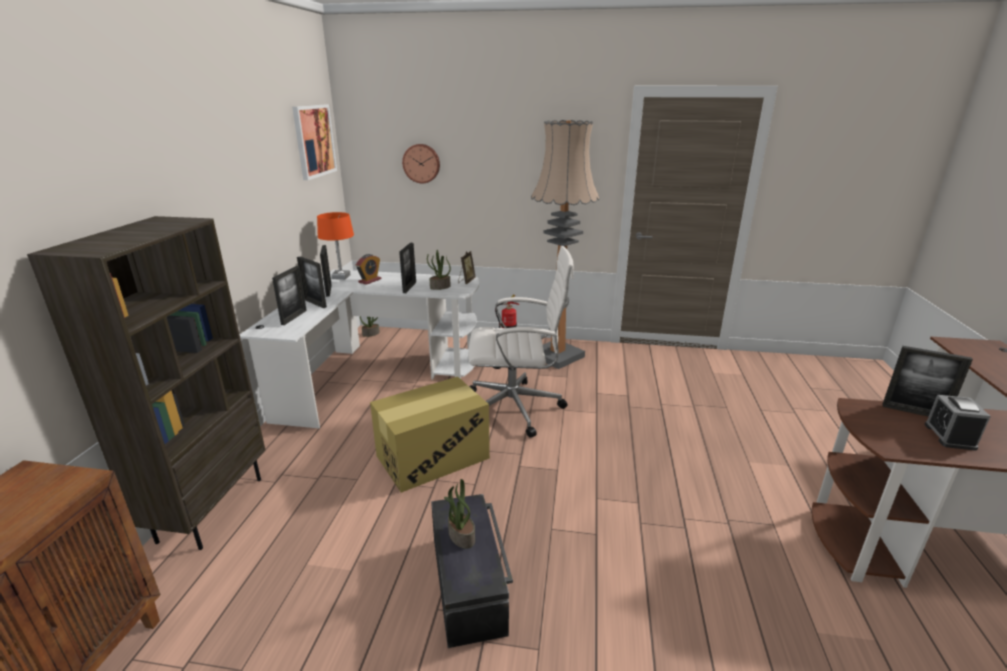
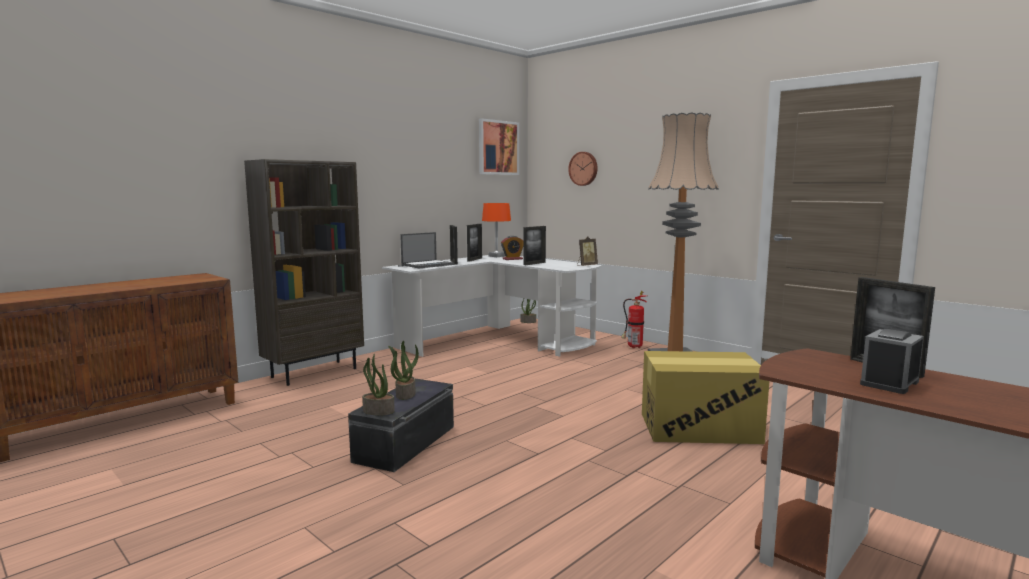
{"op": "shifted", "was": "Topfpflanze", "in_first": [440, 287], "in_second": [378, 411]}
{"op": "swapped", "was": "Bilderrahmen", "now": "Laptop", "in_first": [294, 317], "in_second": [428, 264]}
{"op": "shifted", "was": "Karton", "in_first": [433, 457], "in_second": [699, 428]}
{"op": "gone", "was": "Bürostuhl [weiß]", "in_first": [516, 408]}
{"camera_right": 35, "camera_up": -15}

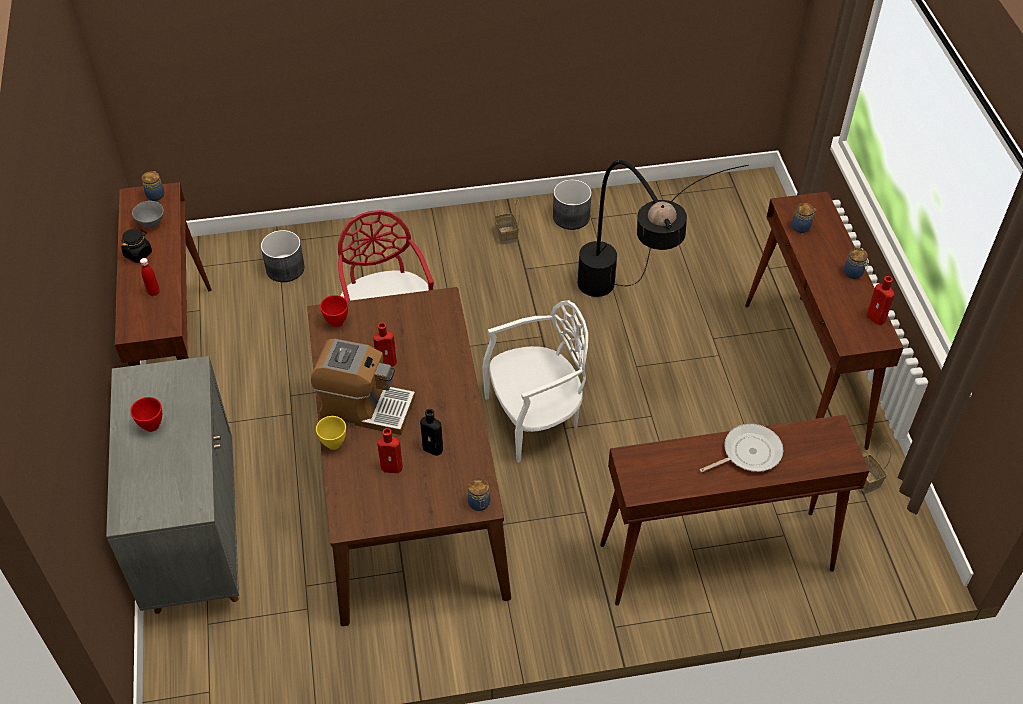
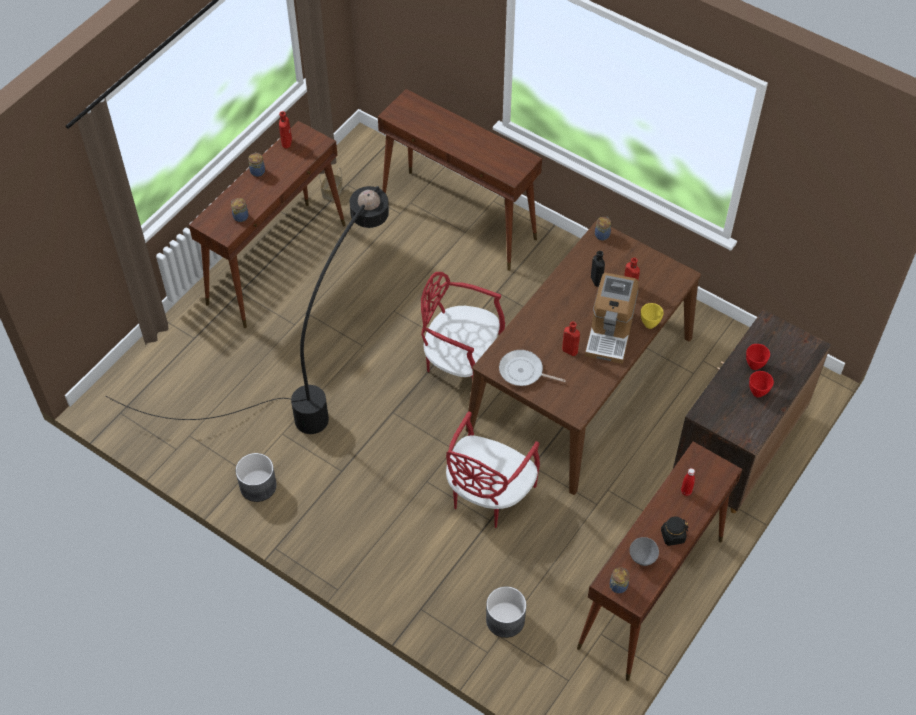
{"op": "repainted", "was": "Stuhl [weiß]", "now": "Stuhl [rot]", "in_first": [535, 418], "in_second": [461, 363]}
{"op": "shifted", "was": "Pfanne", "in_first": [748, 453], "in_second": [523, 372]}
{"op": "rotated", "was": "Kaffeemaschine", "in_first": [365, 407], "in_second": [610, 332], "clockwise": -135}
{"op": "repainted", "was": "Schrank [grau]", "now": "Schrank [braun]", "in_first": [195, 536], "in_second": [736, 453]}
{"op": "shifted", "was": "Schüssel [rot]", "in_first": [337, 322], "in_second": [753, 365]}
{"op": "gone", "was": "Korb", "in_first": [507, 235]}
{"camera_right": -135, "camera_up": 5}

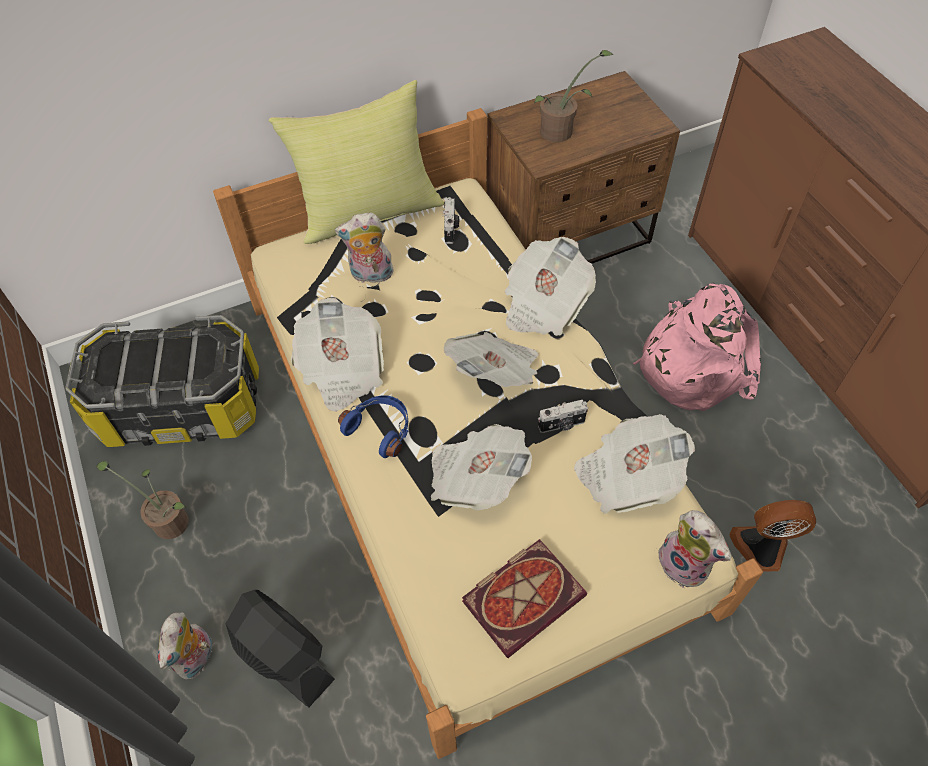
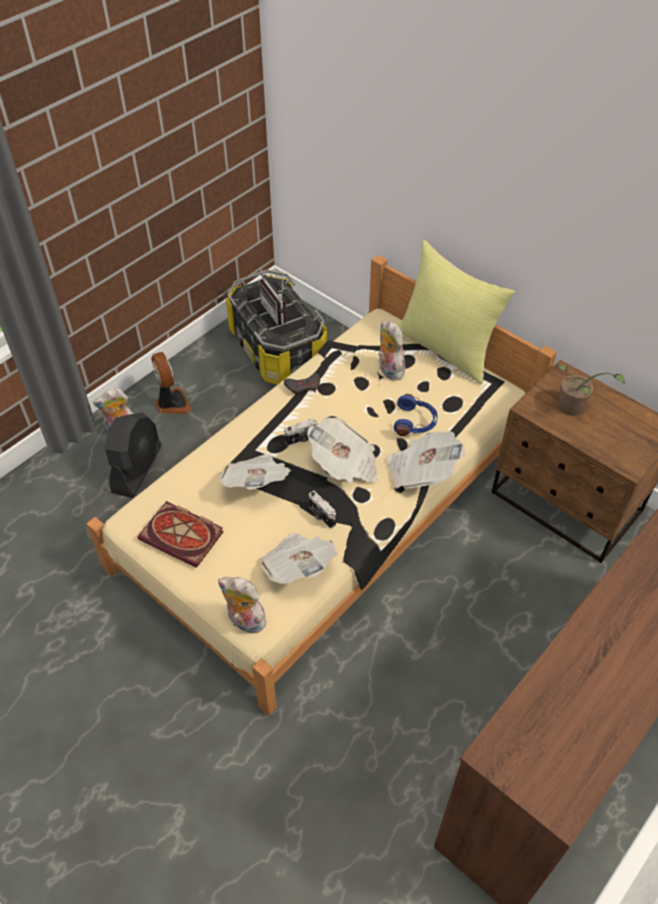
{"op": "shifted", "was": "Ventilator", "in_first": [761, 549], "in_second": [171, 403]}
{"op": "rotated", "was": "Plüschtier", "in_first": [686, 564], "in_second": [244, 621], "clockwise": 90}
{"op": "new", "now": "Radio", "in_second": [278, 312]}
{"op": "swapped", "was": "Zeitung", "now": "Gamepad [grau]", "in_first": [341, 370], "in_second": [303, 386]}
{"op": "shifted", "was": "Kamera", "in_first": [451, 229], "in_second": [301, 439]}
{"op": "shifted", "was": "Kopfhörer [blau]", "in_first": [380, 429], "in_second": [415, 422]}
{"op": "gone", "was": "Topfpflanze", "in_first": [167, 519]}
{"op": "gone", "was": "Rucksack [rosa]", "in_first": [692, 364]}
{"camera_right": 65, "camera_up": -5}

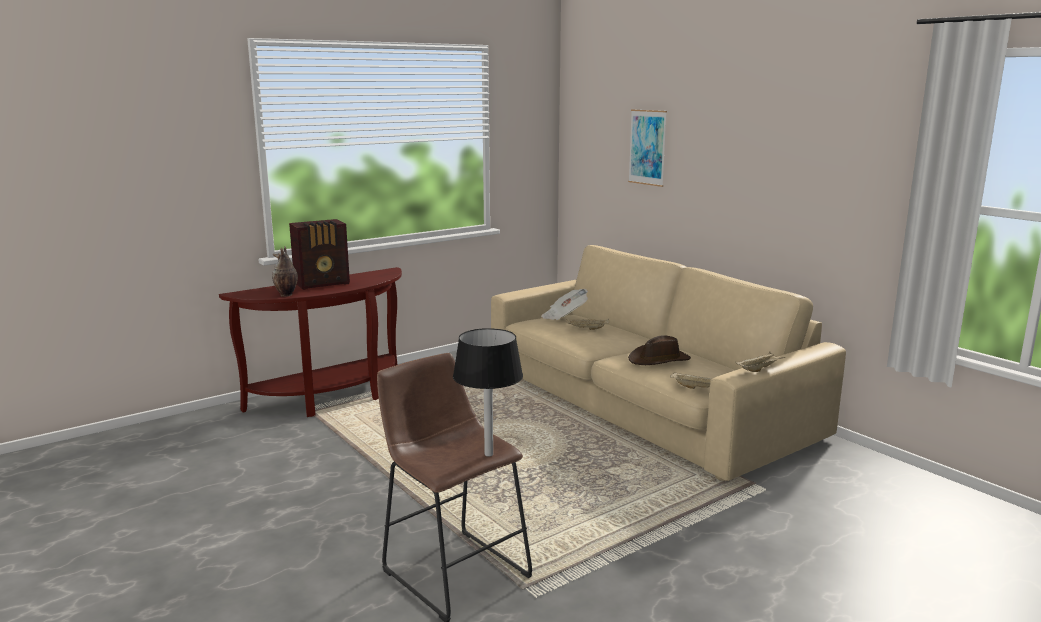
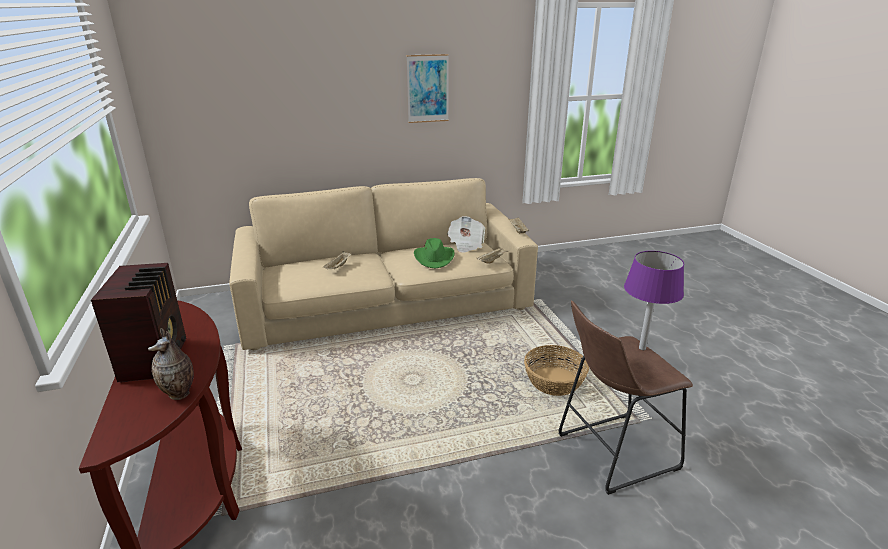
{"op": "shifted", "was": "Bild", "in_first": [647, 147], "in_second": [428, 88]}
{"op": "repainted", "was": "Hut [braun]", "now": "Hut [grün]", "in_first": [659, 360], "in_second": [434, 258]}
{"op": "shifted", "was": "Zeitung", "in_first": [564, 316], "in_second": [466, 244]}
{"op": "new", "now": "Korb", "in_second": [554, 381]}
{"op": "repainted", "was": "Tischlampe [schwarz]", "now": "Tischlampe [lila]", "in_first": [488, 454], "in_second": [642, 348]}
{"camera_right": -70, "camera_up": 10}

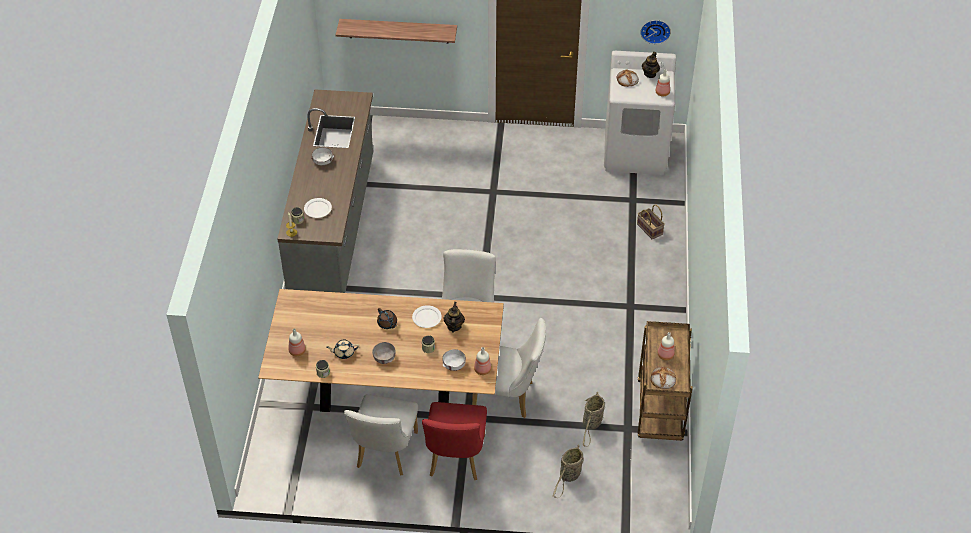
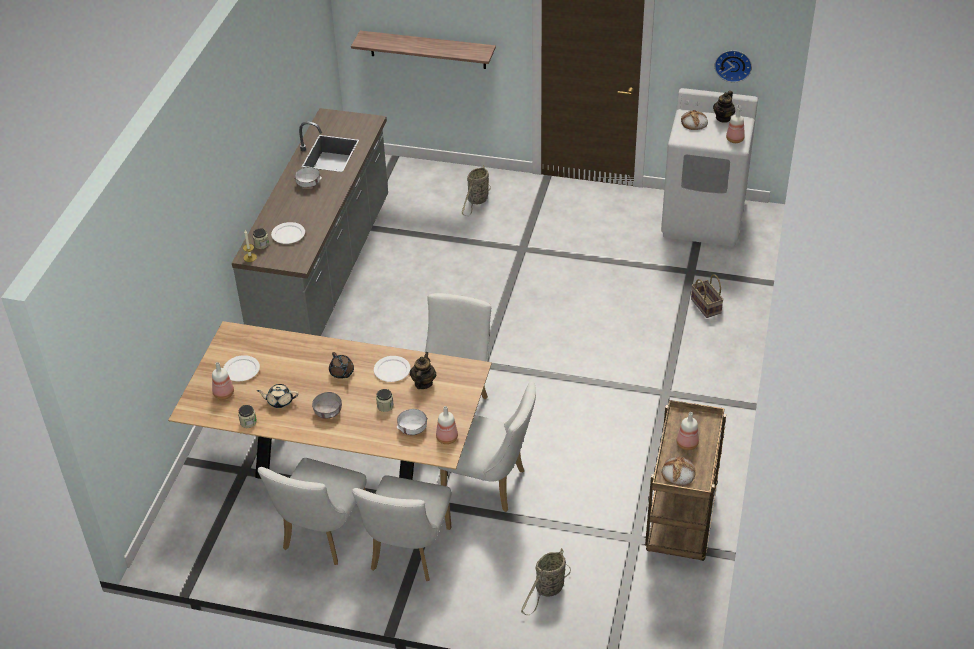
{"op": "new", "now": "Teller [weiß]", "in_second": [241, 370]}
{"op": "repainted", "was": "Stuhl [rot]", "now": "Stuhl [weiß]", "in_first": [455, 460], "in_second": [407, 554]}
{"op": "shifted", "was": "Korb", "in_first": [591, 424], "in_second": [477, 201]}
{"camera_right": 10, "camera_up": -5}

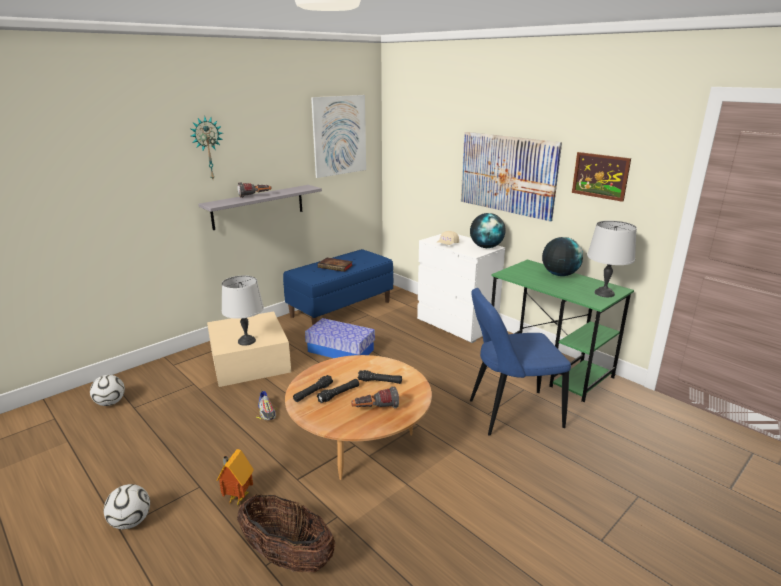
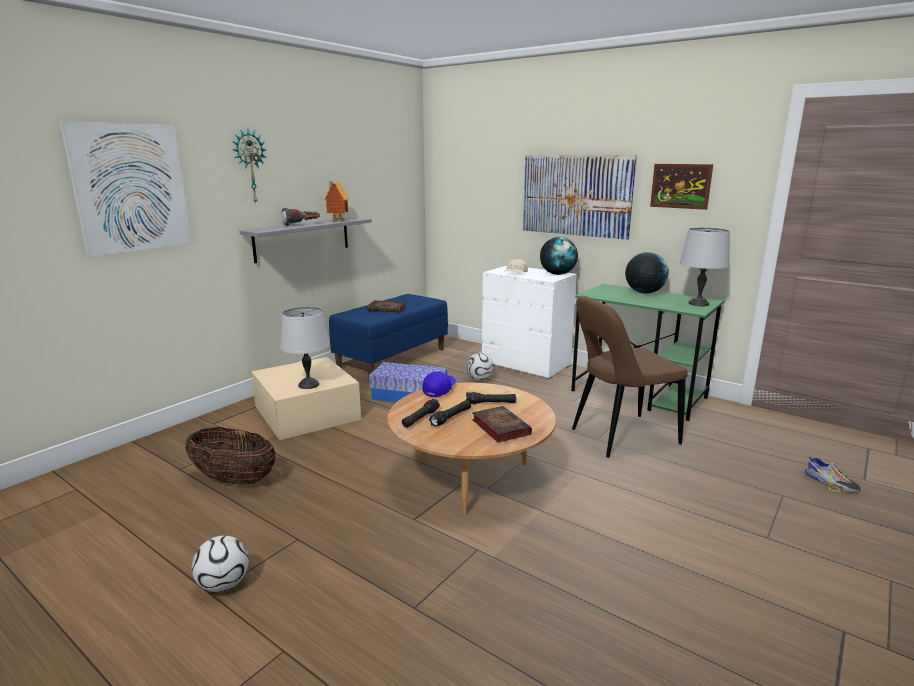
{"op": "shifted", "was": "Bild", "in_first": [339, 135], "in_second": [131, 188]}
{"op": "shifted", "was": "Korb", "in_first": [287, 556], "in_second": [234, 480]}
{"op": "shifted", "was": "Spielzeughaus", "in_first": [237, 497], "in_second": [337, 221]}
{"op": "new", "now": "Kappe [blau]", "in_second": [439, 390]}
{"op": "shifted", "was": "Fußball", "in_first": [110, 403], "in_second": [480, 379]}
{"op": "swapped", "was": "Taschenlampe", "now": "Buch", "in_first": [375, 409], "in_second": [499, 427]}
{"op": "repainted", "was": "Stuhl [blau]", "now": "Stuhl [braun]", "in_first": [510, 414], "in_second": [620, 437]}
{"op": "shifted", "was": "Schuh", "in_first": [266, 411], "in_second": [831, 482]}
{"camera_right": -10, "camera_up": -5}

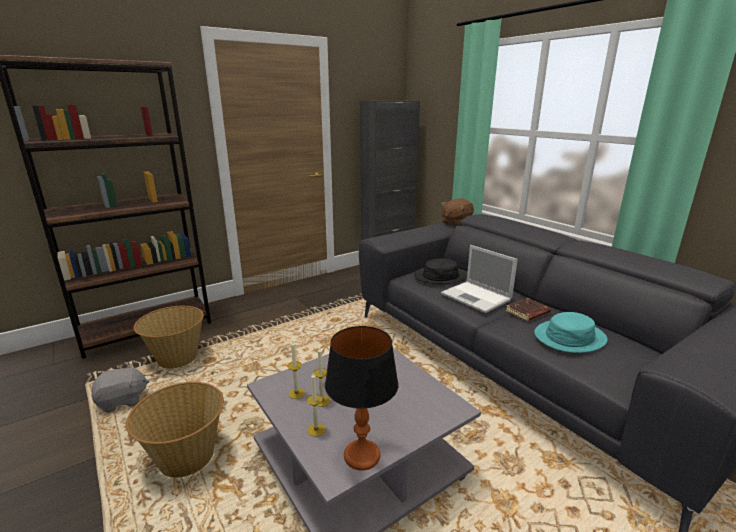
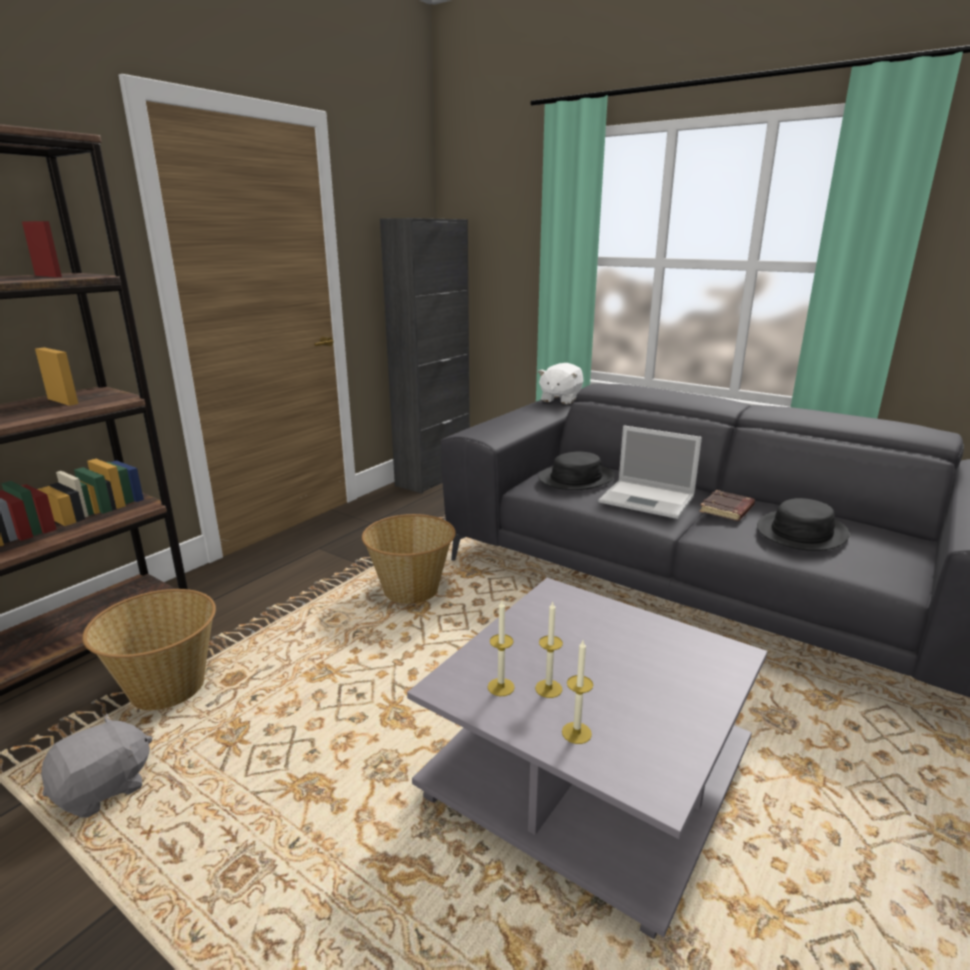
{"op": "shifted", "was": "Korb", "in_first": [186, 458], "in_second": [411, 590]}
{"op": "repainted", "was": "Plüschtier [braun]", "now": "Plüschtier [weiß]", "in_first": [456, 223], "in_second": [560, 399]}
{"op": "repainted", "was": "Hut [türkis]", "now": "Hut [schwarz]", "in_first": [569, 337], "in_second": [801, 532]}
{"op": "gone", "was": "Tischlampe", "in_first": [361, 456]}
{"camera_right": -20, "camera_up": 0}

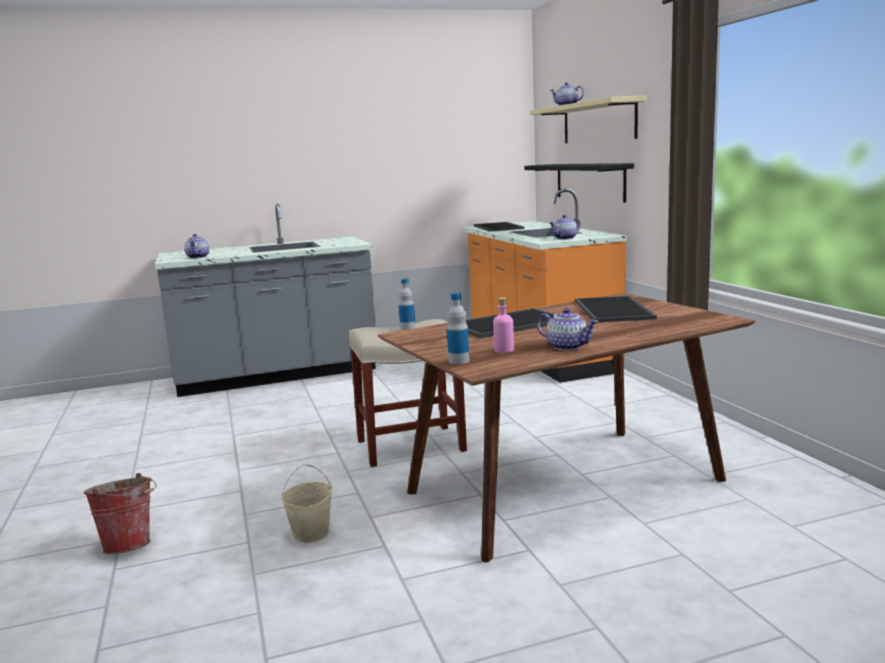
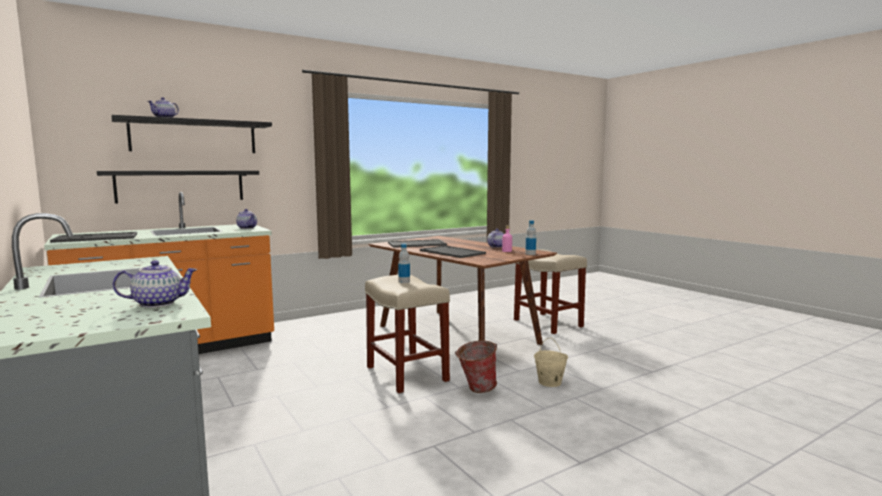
{"op": "repainted", "was": "Wandregal [beige]", "now": "Wandregal [schwarz]", "in_first": [598, 122], "in_second": [194, 136]}
{"op": "shifted", "was": "Eimer", "in_first": [130, 544], "in_second": [476, 389]}
{"op": "new", "now": "Hocker [beige]", "in_second": [548, 323]}
{"camera_right": -105, "camera_up": -5}

